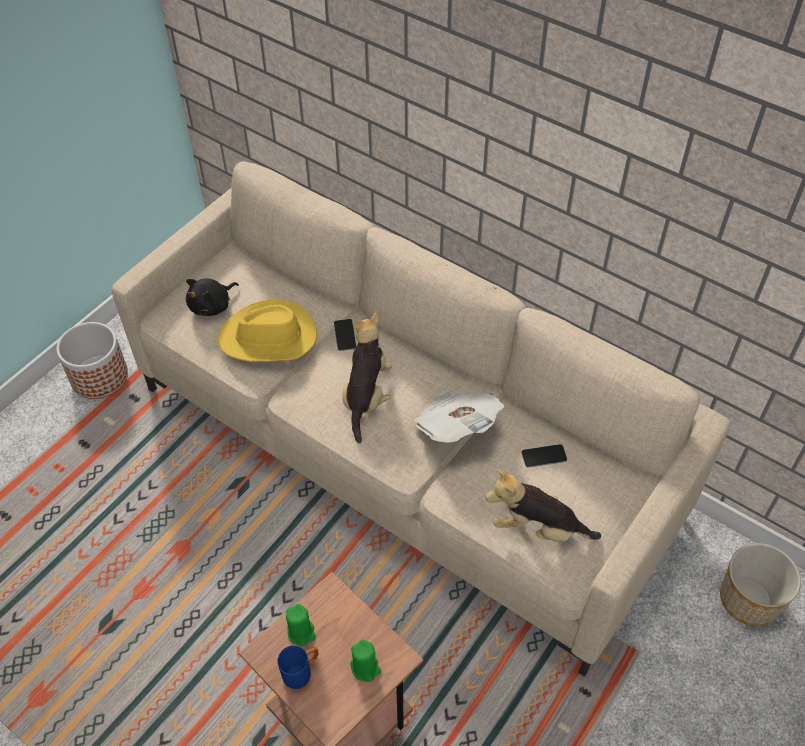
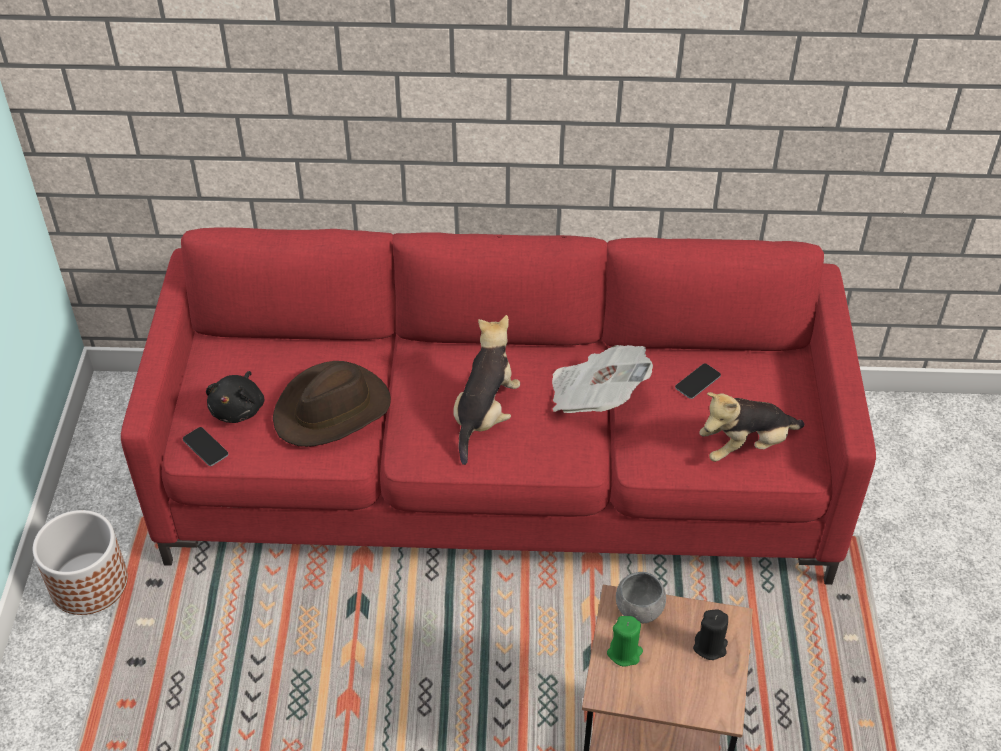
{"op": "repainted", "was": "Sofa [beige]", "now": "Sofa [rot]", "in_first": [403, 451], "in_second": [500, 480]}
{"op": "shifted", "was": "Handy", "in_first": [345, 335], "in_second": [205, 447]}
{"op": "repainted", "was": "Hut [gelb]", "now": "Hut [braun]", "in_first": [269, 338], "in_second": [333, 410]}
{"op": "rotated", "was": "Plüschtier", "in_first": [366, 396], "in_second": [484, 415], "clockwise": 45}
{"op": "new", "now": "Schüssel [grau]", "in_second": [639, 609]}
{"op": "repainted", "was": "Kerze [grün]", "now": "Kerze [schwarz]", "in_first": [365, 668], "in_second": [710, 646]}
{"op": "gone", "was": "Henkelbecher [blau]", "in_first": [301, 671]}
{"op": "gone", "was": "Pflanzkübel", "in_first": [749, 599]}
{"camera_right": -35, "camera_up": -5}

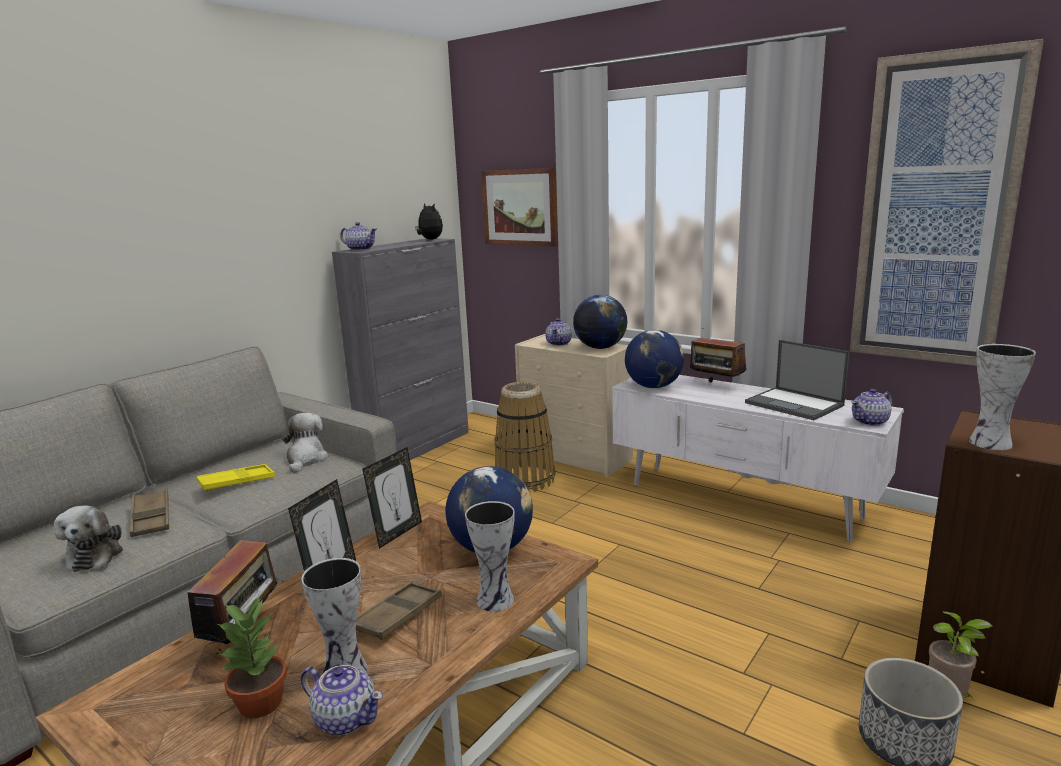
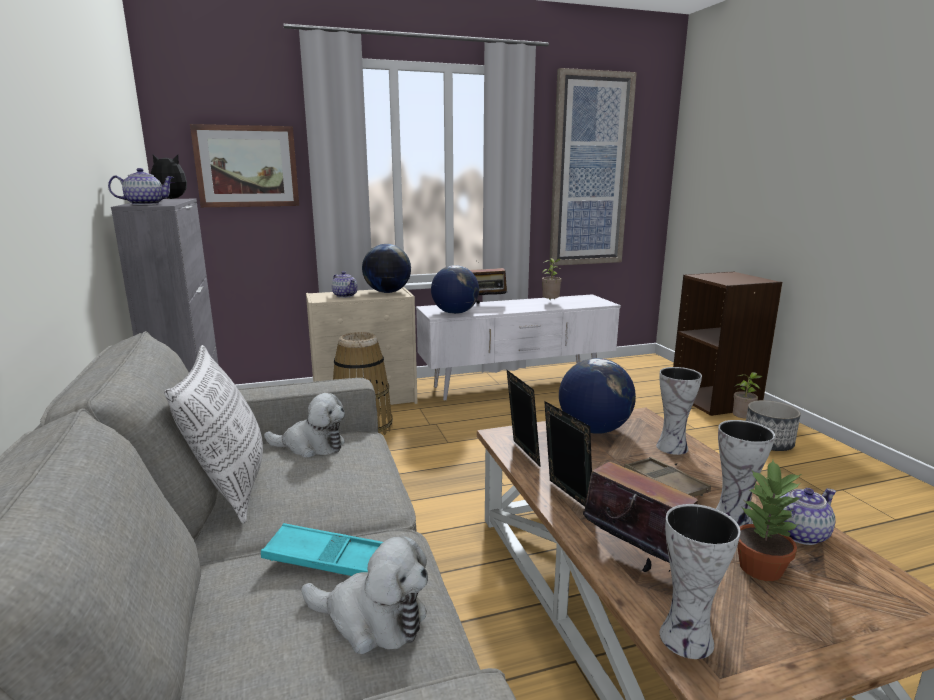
{"op": "new", "now": "Kissen", "in_second": [231, 487]}
{"op": "repainted", "was": "Tablett [braun]", "now": "Tablett [türkis]", "in_first": [151, 518], "in_second": [325, 559]}
{"op": "rotated", "was": "Plüschtier", "in_first": [305, 459], "in_second": [311, 447], "clockwise": 150}
{"op": "swapped", "was": "Laptop", "now": "Topfpflanze", "in_first": [795, 404], "in_second": [550, 303]}
{"op": "shifted", "was": "Vase", "in_first": [988, 442], "in_second": [684, 639]}
{"op": "gone", "was": "Tablett [gelb]", "in_first": [237, 482]}
{"op": "gone", "was": "Teekanne", "in_first": [870, 422]}
{"camera_right": -55, "camera_up": 0}

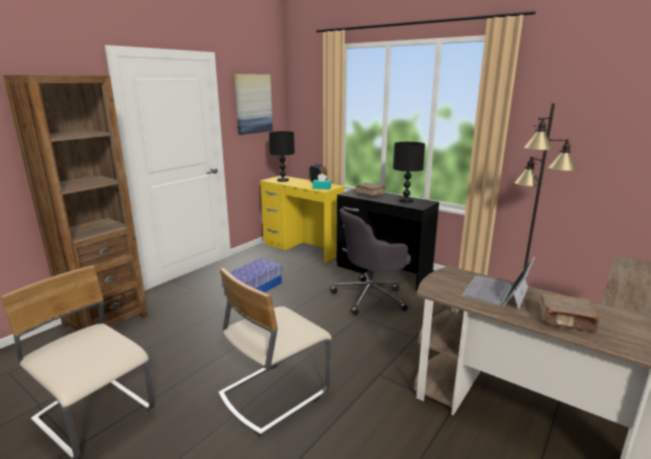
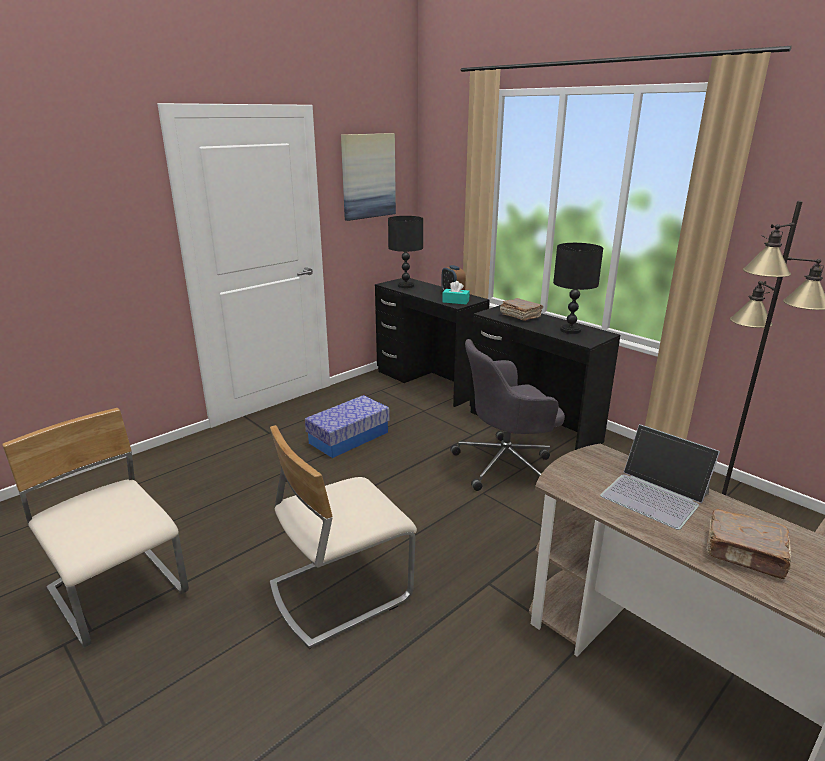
{"op": "repainted", "was": "Schreibtisch [gelb]", "now": "Schreibtisch [schwarz]", "in_first": [302, 248], "in_second": [429, 382]}
{"op": "rotated", "was": "Laptop", "in_first": [497, 292], "in_second": [655, 494], "clockwise": -90}
{"op": "gone", "was": "Bücherregal [braun]", "in_first": [105, 320]}
{"camera_right": 10, "camera_up": 5}

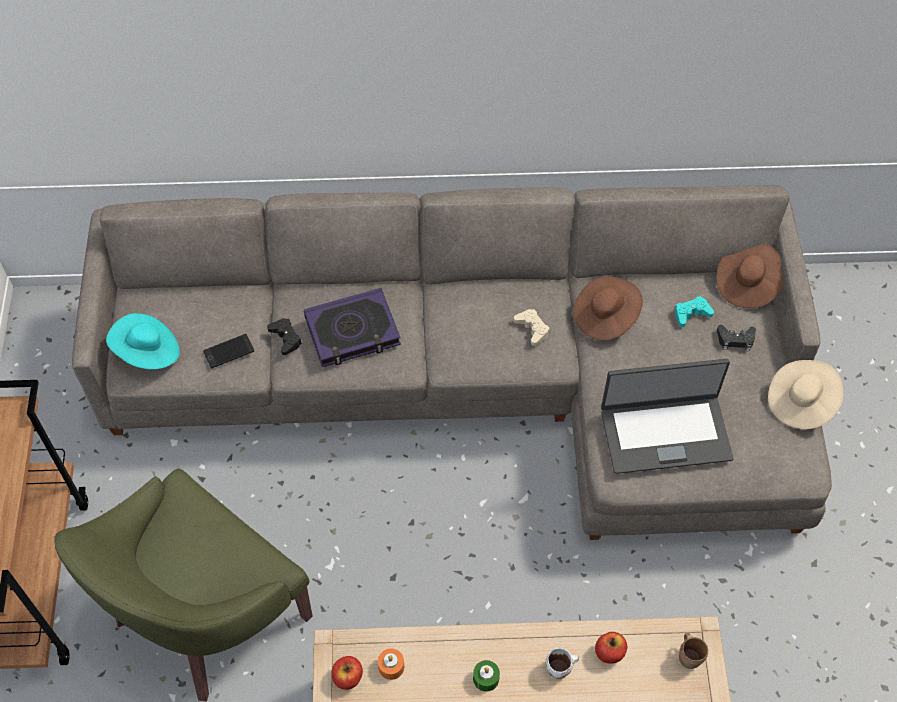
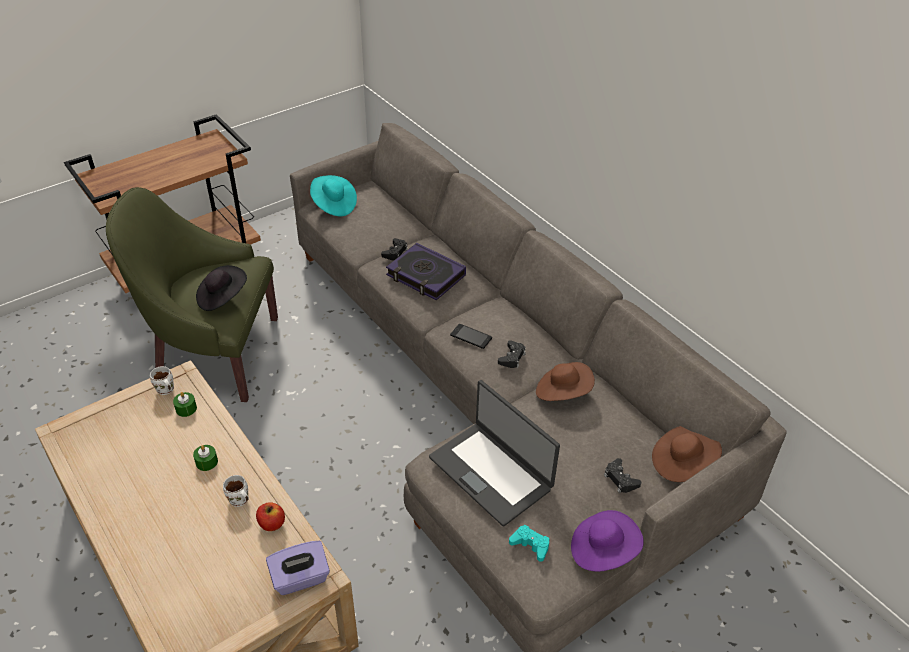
{"op": "swapped", "was": "Apfel", "now": "Henkelbecher [weiß]", "in_first": [347, 677], "in_second": [165, 390]}
{"op": "repainted", "was": "Kerze [orange]", "now": "Kerze [grün]", "in_first": [391, 666], "in_second": [186, 409]}
{"op": "new", "now": "Hut [schwarz]", "in_second": [222, 298]}
{"op": "swapped", "was": "Henkelbecher [braun]", "now": "Taschentuchbox [lila]", "in_first": [690, 657], "in_second": [300, 578]}
{"op": "shifted", "was": "Handy", "in_first": [229, 351], "in_second": [471, 336]}
{"op": "repainted", "was": "Gamepad [beige]", "now": "Gamepad [schwarz]", "in_first": [532, 329], "in_second": [512, 357]}
{"op": "shifted", "was": "Gamepad [türkis]", "in_first": [691, 314], "in_second": [530, 545]}
{"op": "repainted", "was": "Hut [beige]", "now": "Hut [lila]", "in_first": [801, 402], "in_second": [602, 551]}
{"camera_right": 55, "camera_up": -15}

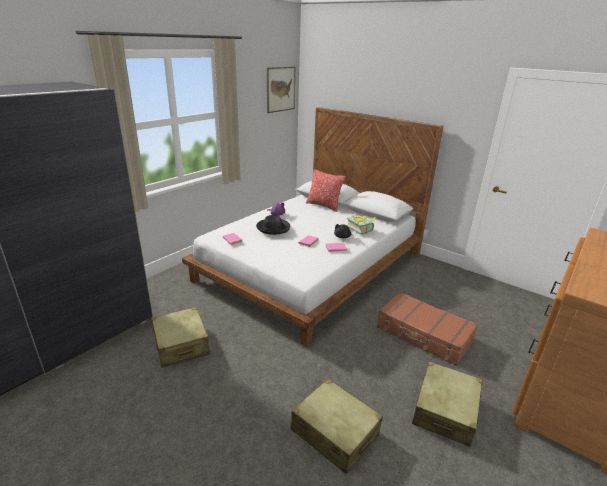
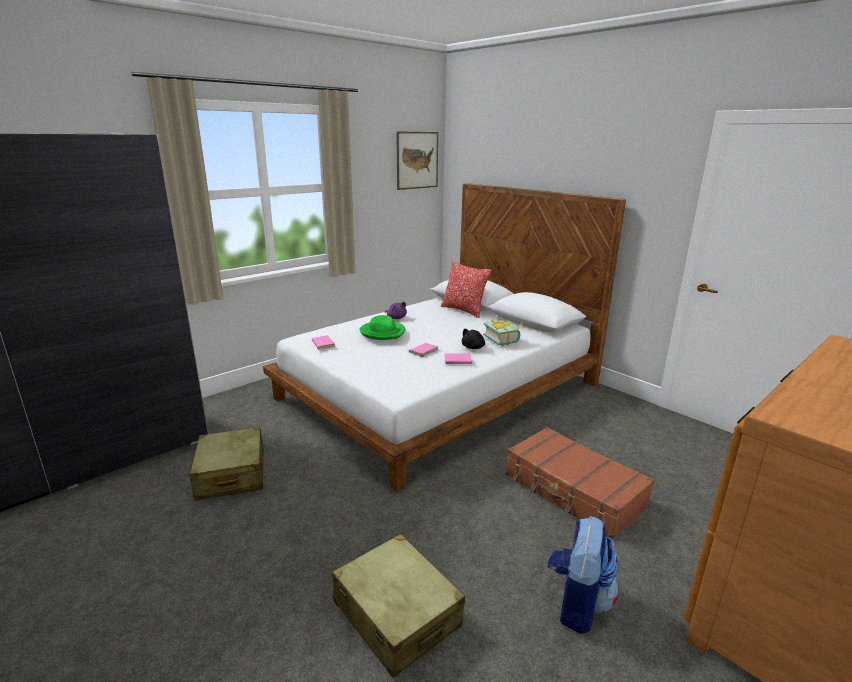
{"op": "repainted", "was": "Hut [schwarz]", "now": "Hut [grün]", "in_first": [273, 228], "in_second": [383, 332]}
{"op": "swapped", "was": "Koffer [beige]", "now": "Rucksack", "in_first": [445, 410], "in_second": [577, 603]}
{"camera_right": 10, "camera_up": -5}

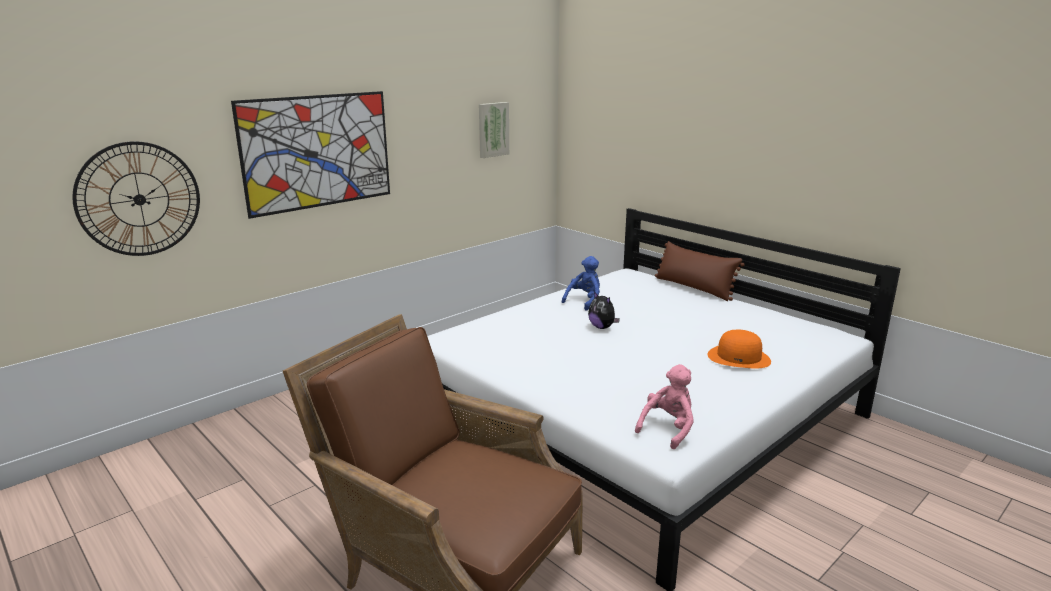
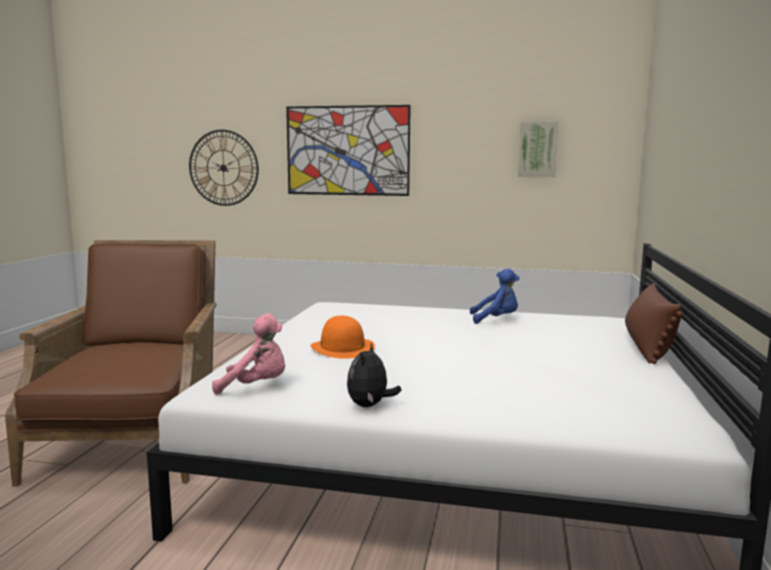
{"op": "shifted", "was": "Hut [orange]", "in_first": [739, 357], "in_second": [343, 348]}
{"op": "shifted", "was": "Plüschtier", "in_first": [602, 327], "in_second": [370, 405]}
{"camera_right": 55, "camera_up": -10}

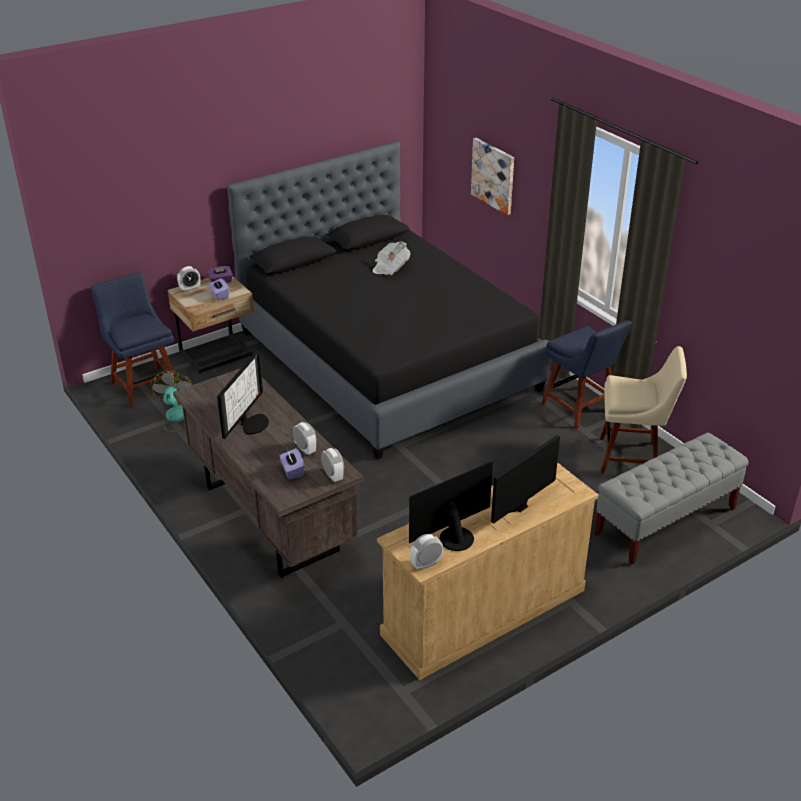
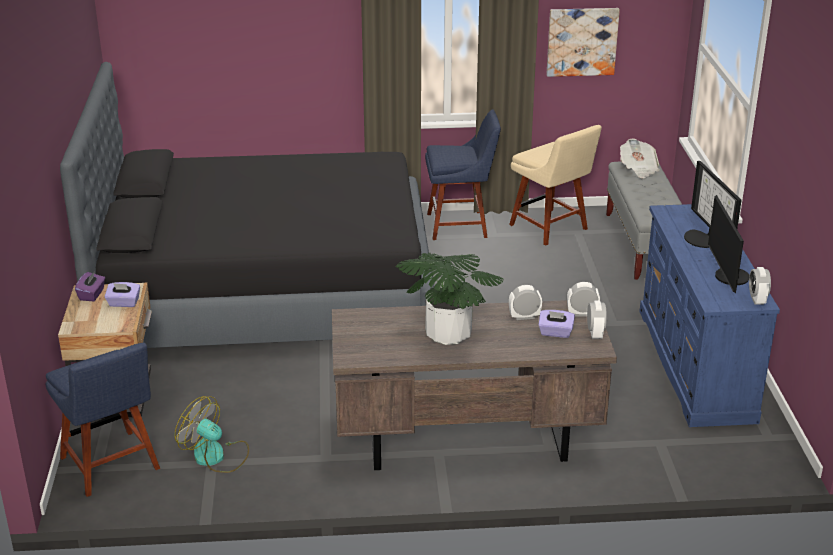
{"op": "rotated", "was": "Stuhl [blau]", "in_first": [143, 385], "in_second": [112, 466], "clockwise": -120}
{"op": "swapped", "was": "Monitor", "now": "Topfpflanze", "in_first": [252, 423], "in_second": [448, 334]}
{"op": "rotated", "was": "Stuhl [beige]", "in_first": [632, 457], "in_second": [551, 228], "clockwise": 105}
{"op": "shifted", "was": "Bild", "in_first": [493, 175], "in_second": [582, 41]}
{"op": "shifted", "was": "Wecker", "in_first": [190, 288], "in_second": [595, 333]}
{"op": "shifted", "was": "Zeitung", "in_first": [390, 268], "in_second": [638, 169]}
{"op": "repainted", "was": "Kommode [beige]", "now": "Kommode [blau]", "in_first": [483, 613], "in_second": [695, 364]}
{"camera_right": -60, "camera_up": -5}

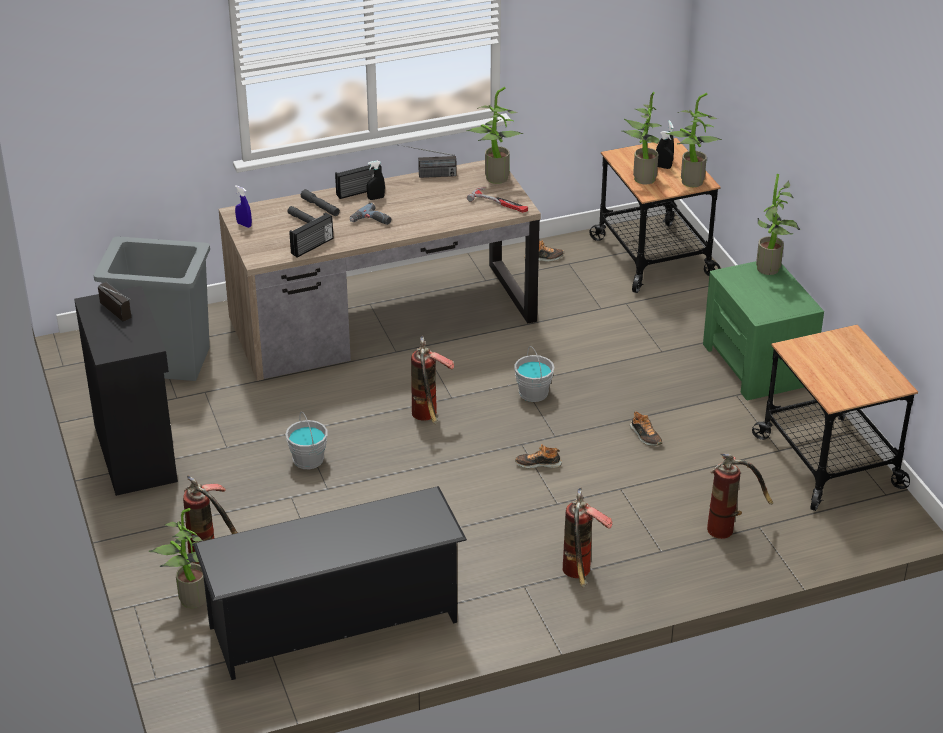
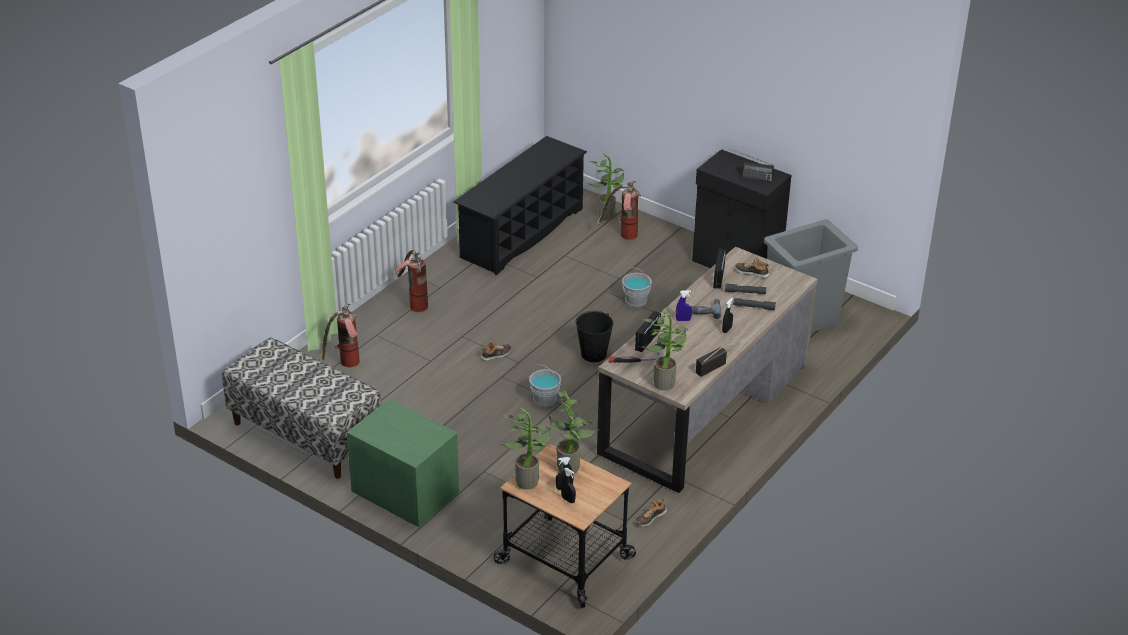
{"op": "swapped", "was": "Rollwagen", "now": "Bank", "in_first": [830, 461], "in_second": [305, 435]}
{"op": "swapped", "was": "Feuerlöscher", "now": "Eimer [schwarz]", "in_first": [429, 418], "in_second": [594, 354]}
{"op": "shifted", "was": "Radio", "in_first": [359, 192], "in_second": [646, 340]}
{"op": "shifted", "was": "Sprühflasche [blau]", "in_first": [244, 225], "in_second": [683, 320]}
{"op": "shifted", "was": "Schuh", "in_first": [645, 436], "in_second": [752, 272]}
{"op": "gone", "was": "Topfpflanze", "in_first": [771, 269]}
{"camera_right": 145, "camera_up": 0}

